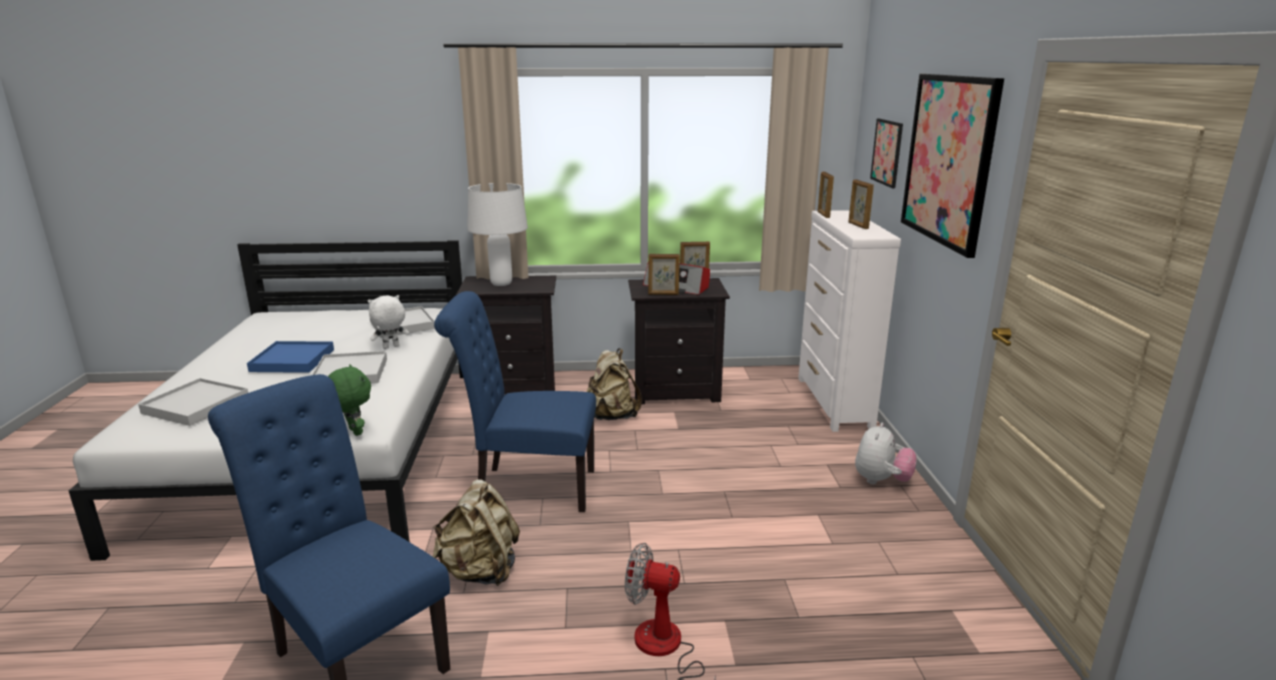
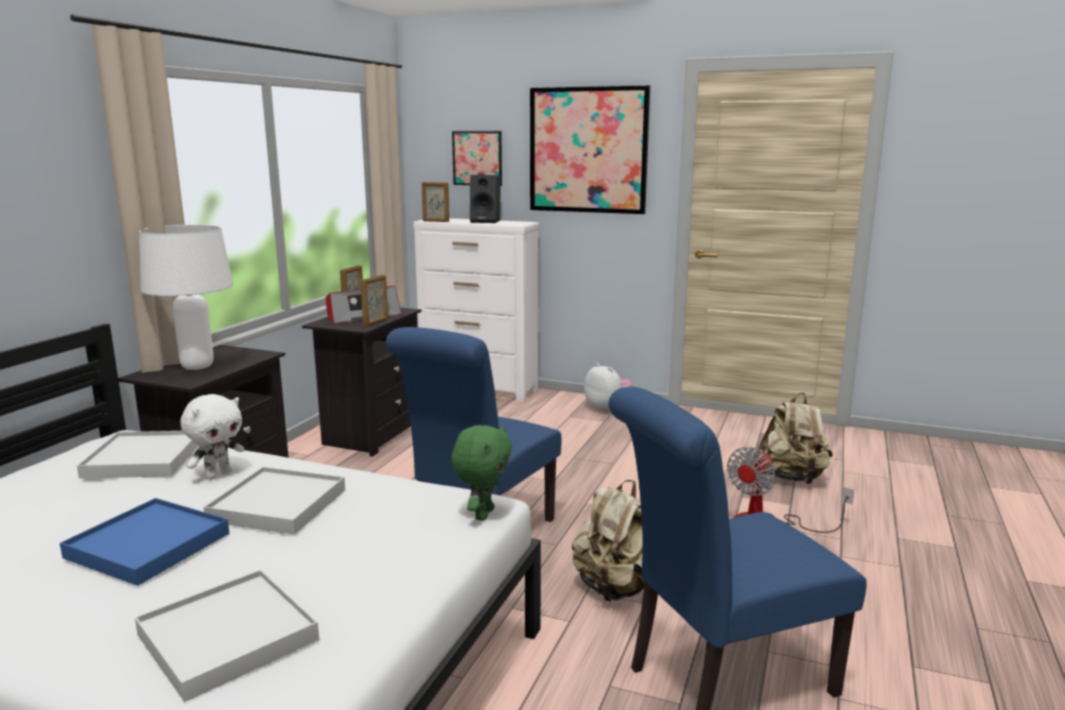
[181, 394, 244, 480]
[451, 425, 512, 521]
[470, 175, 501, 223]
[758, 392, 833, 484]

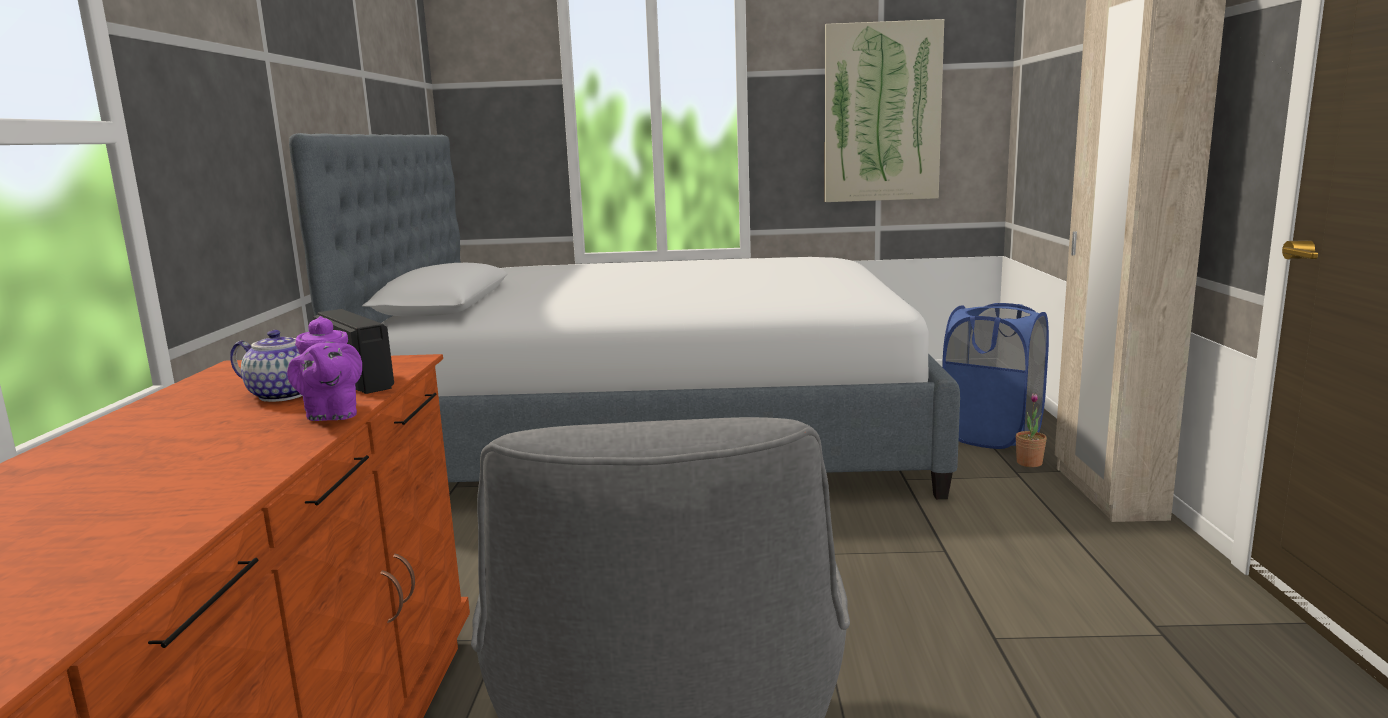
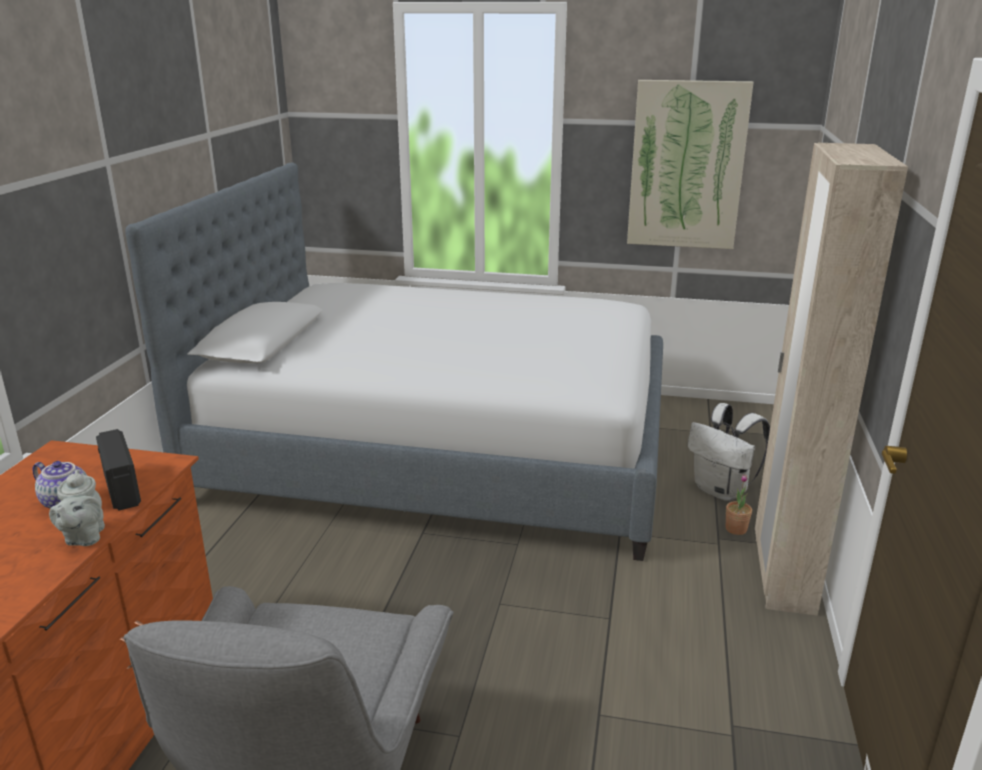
[49, 469, 105, 546]
[688, 403, 770, 501]

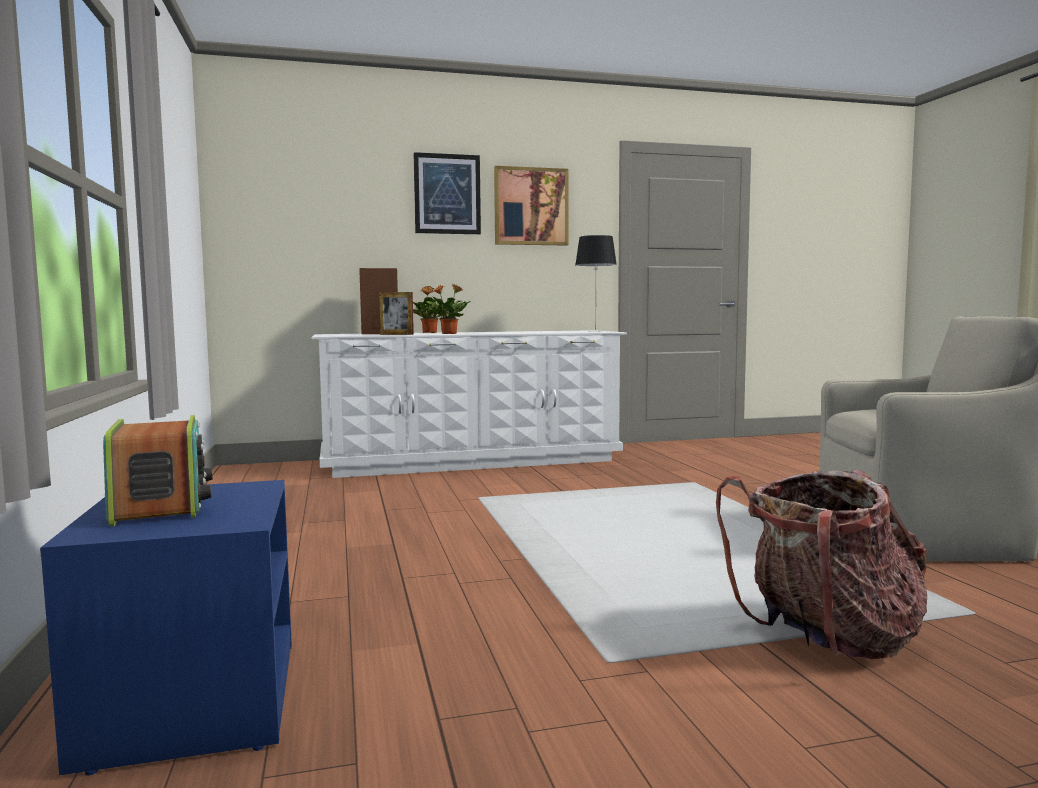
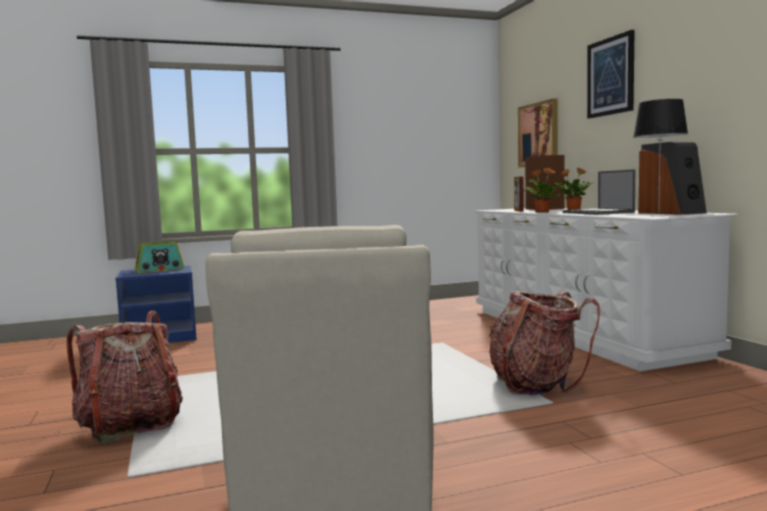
[489, 291, 600, 395]
[518, 98, 557, 168]
[563, 169, 635, 215]
[638, 142, 707, 215]

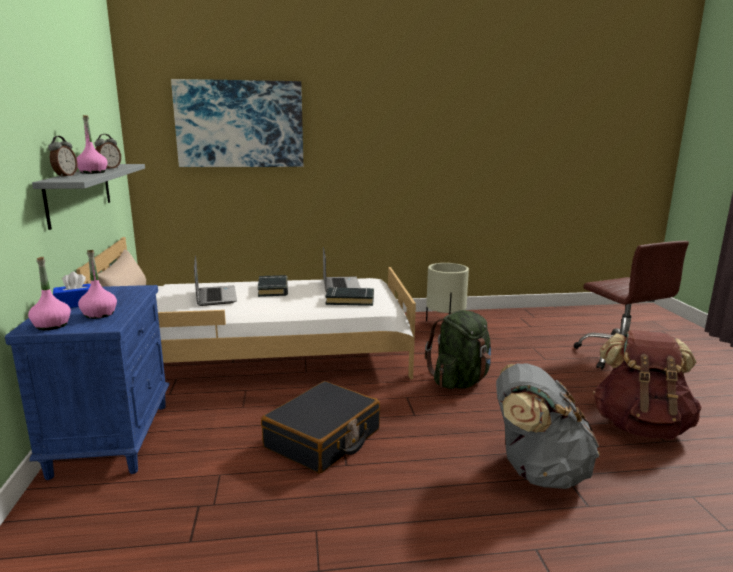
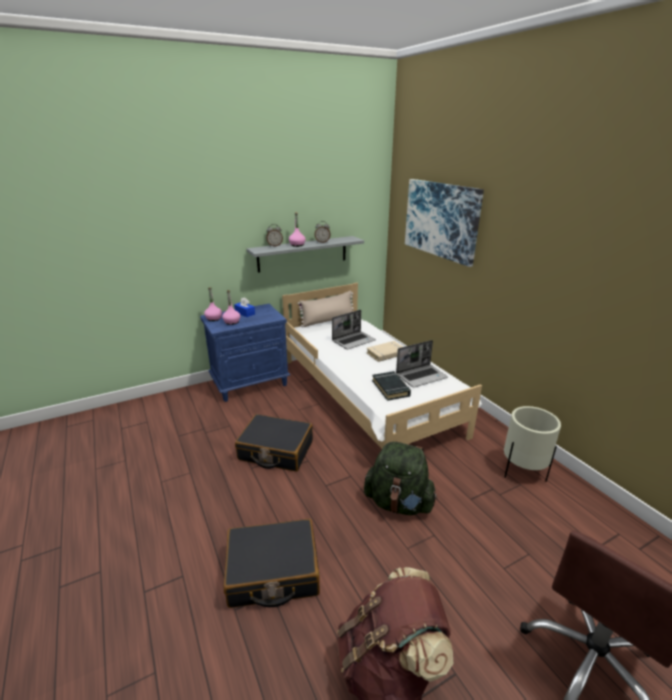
[224, 519, 320, 608]
[366, 341, 403, 362]

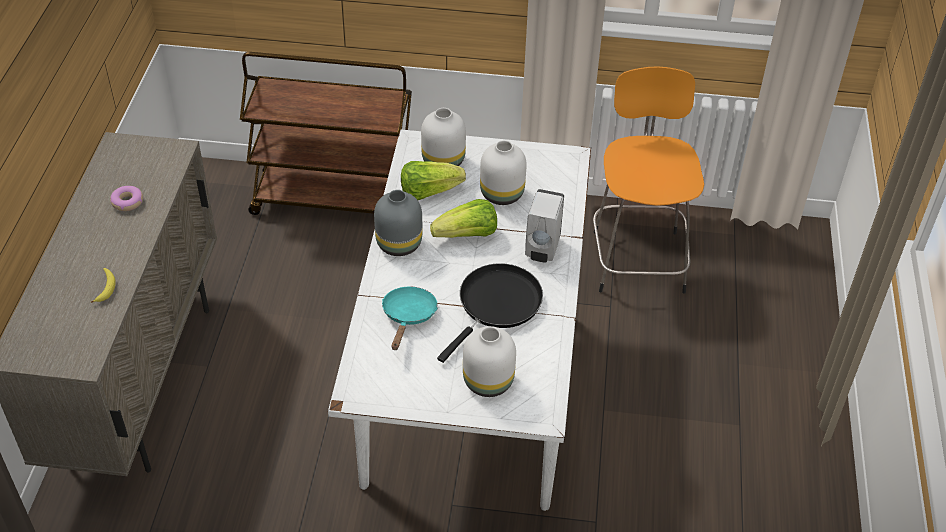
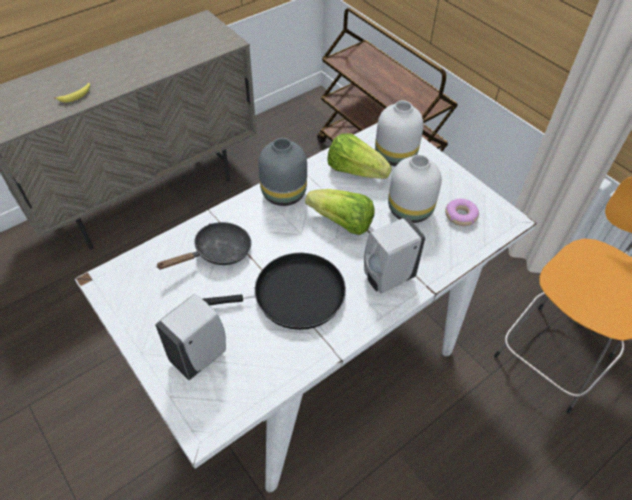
[155, 293, 226, 380]
[156, 222, 252, 269]
[445, 199, 479, 226]

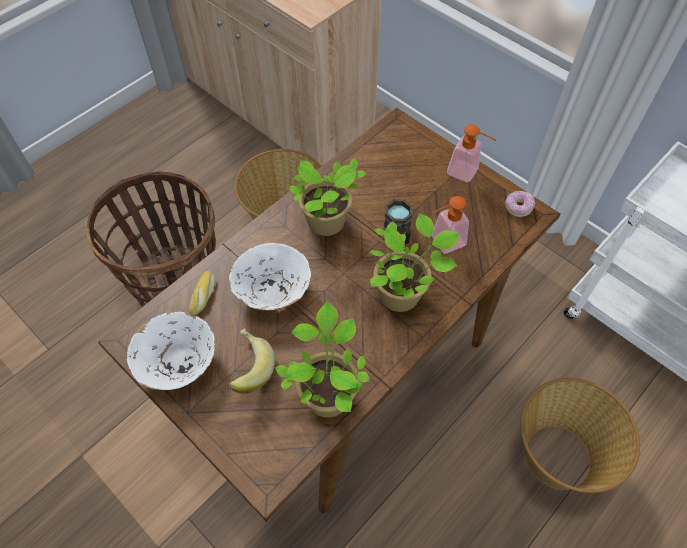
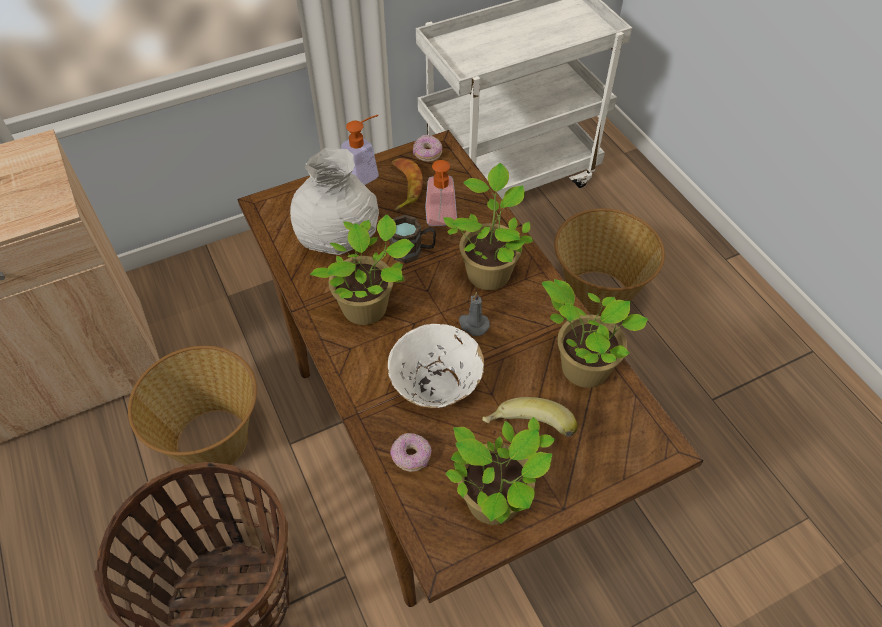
[290, 148, 379, 255]
[391, 433, 432, 472]
[392, 158, 423, 211]
[445, 417, 555, 525]
[459, 292, 490, 336]

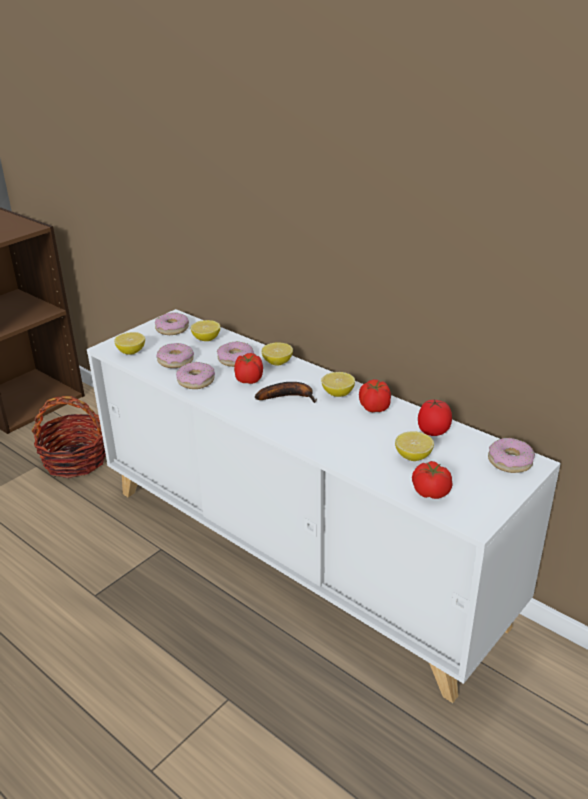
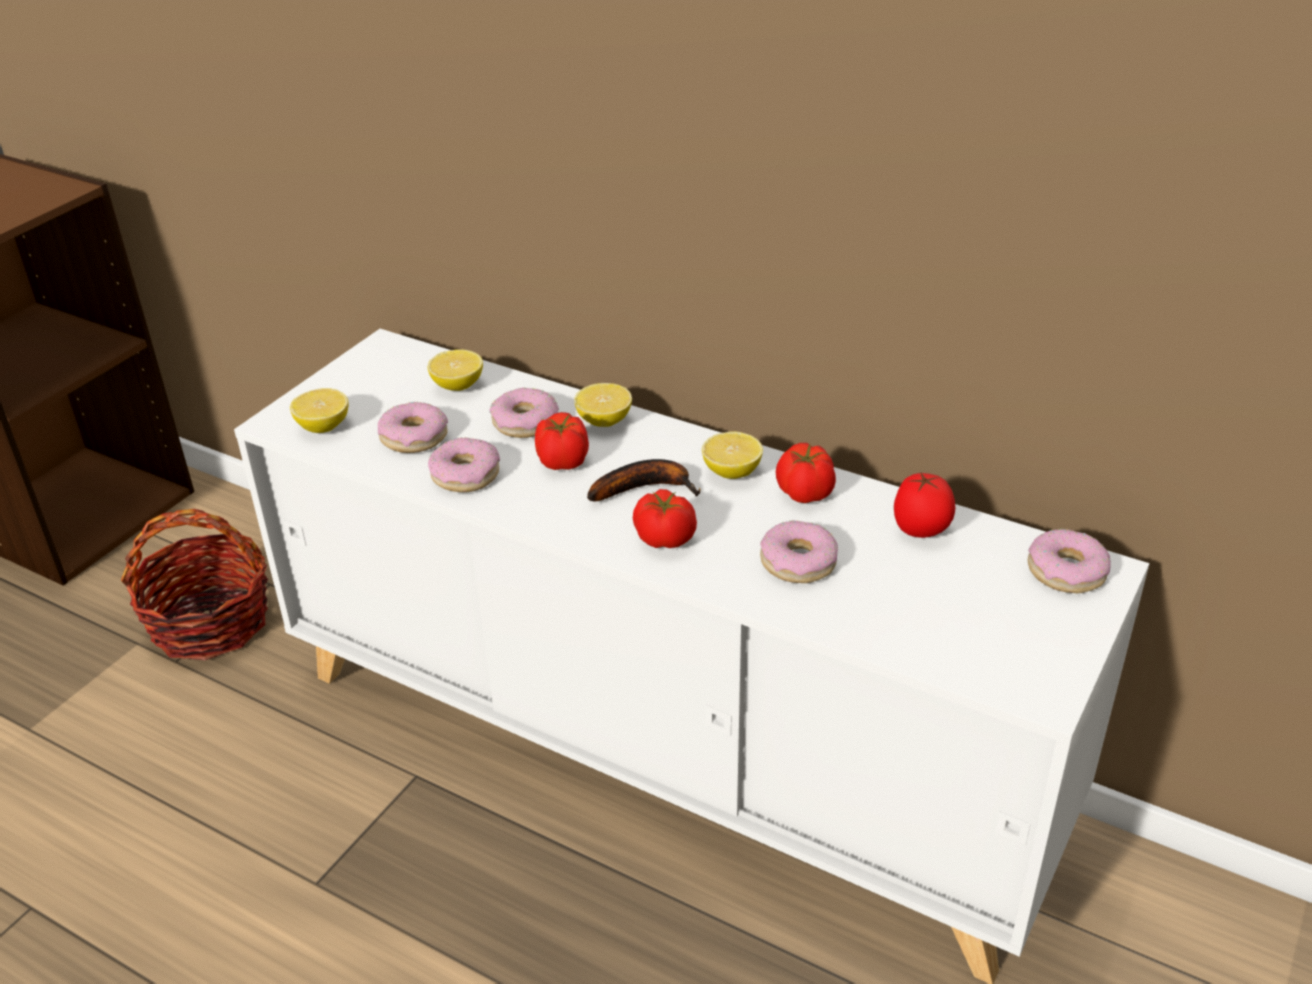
[633, 489, 697, 548]
[760, 520, 838, 583]
[395, 431, 434, 461] (first image)

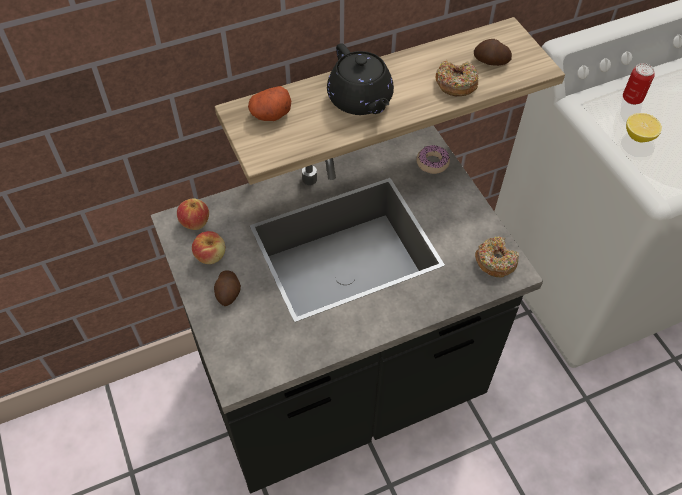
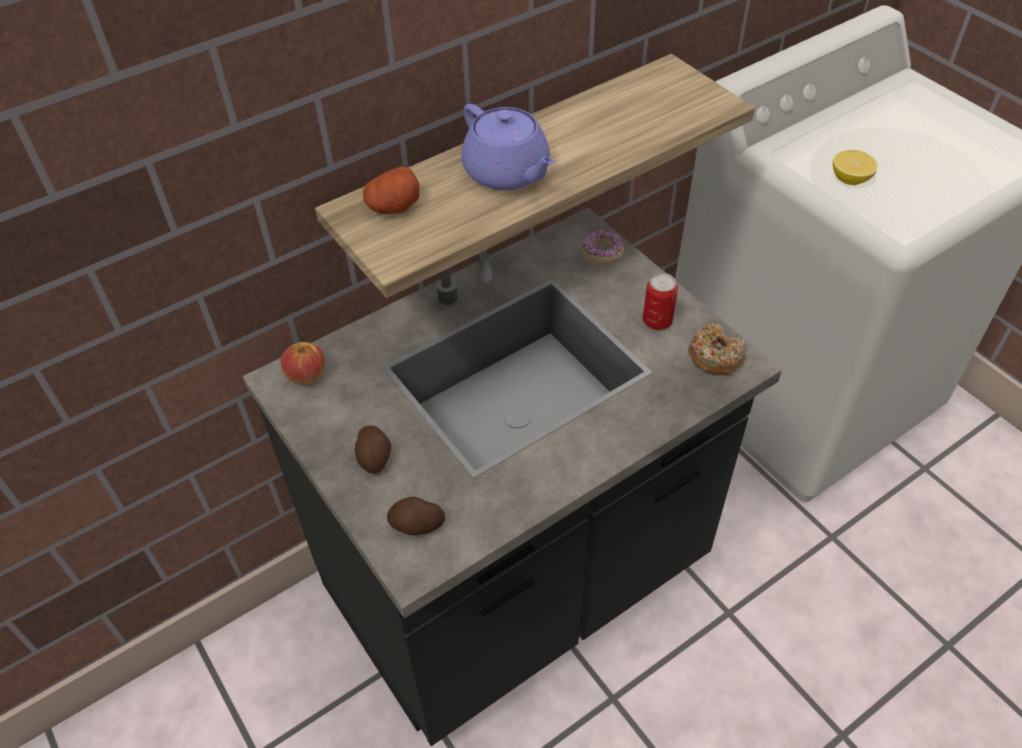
[387, 496, 445, 535]
[461, 104, 555, 190]
[643, 273, 678, 330]
[192, 231, 225, 264] (first image)
[435, 60, 478, 96] (first image)

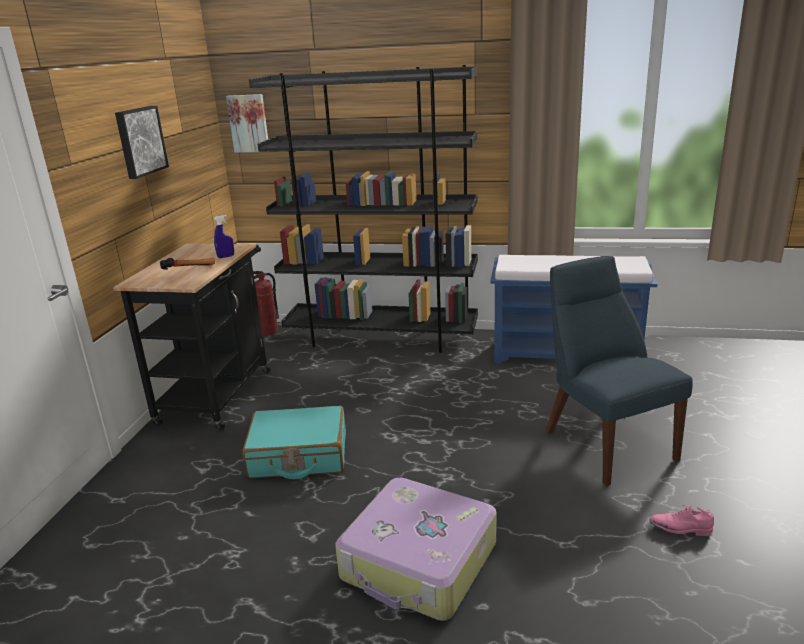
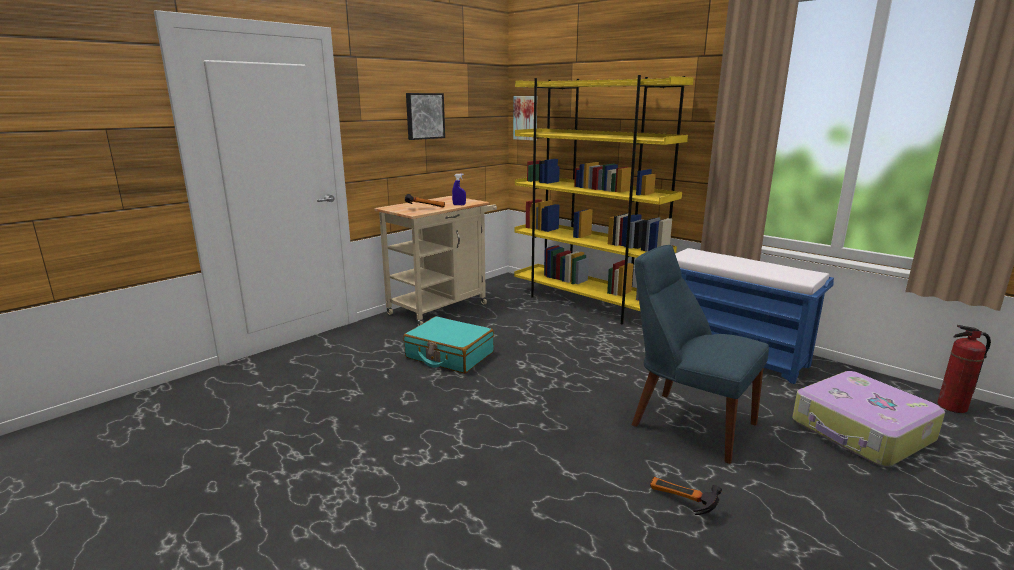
[374, 196, 497, 326]
[514, 75, 694, 324]
[632, 245, 769, 464]
[650, 477, 722, 515]
[792, 371, 945, 467]
[937, 325, 991, 413]

